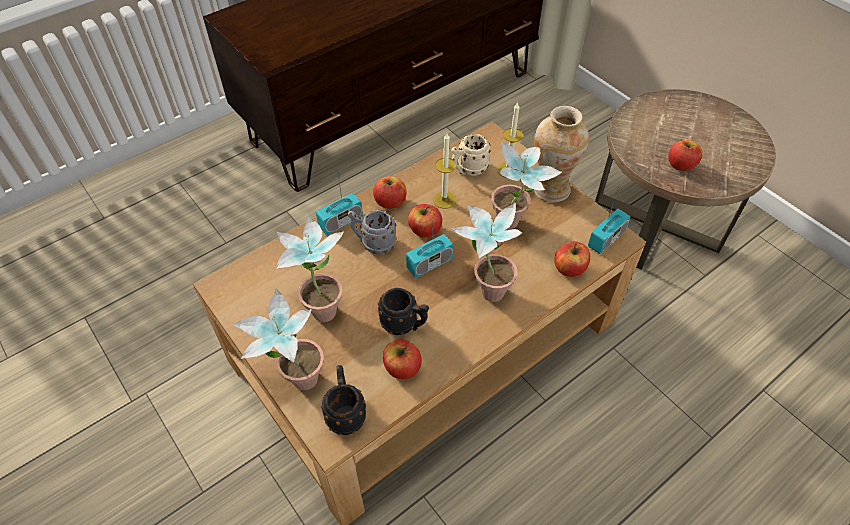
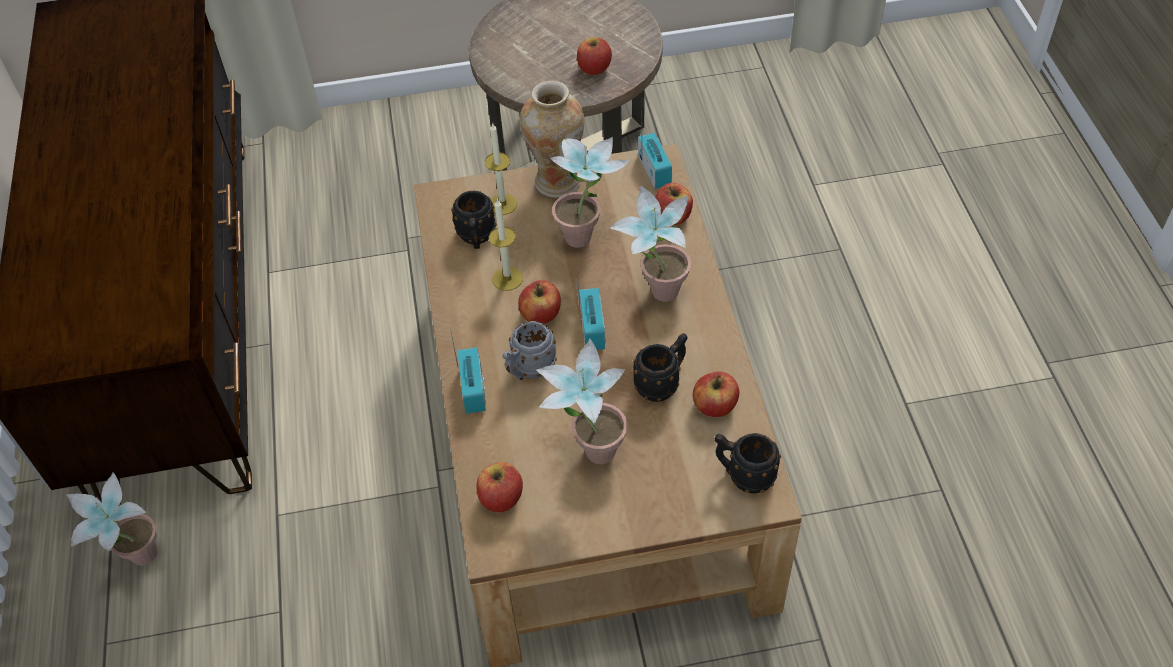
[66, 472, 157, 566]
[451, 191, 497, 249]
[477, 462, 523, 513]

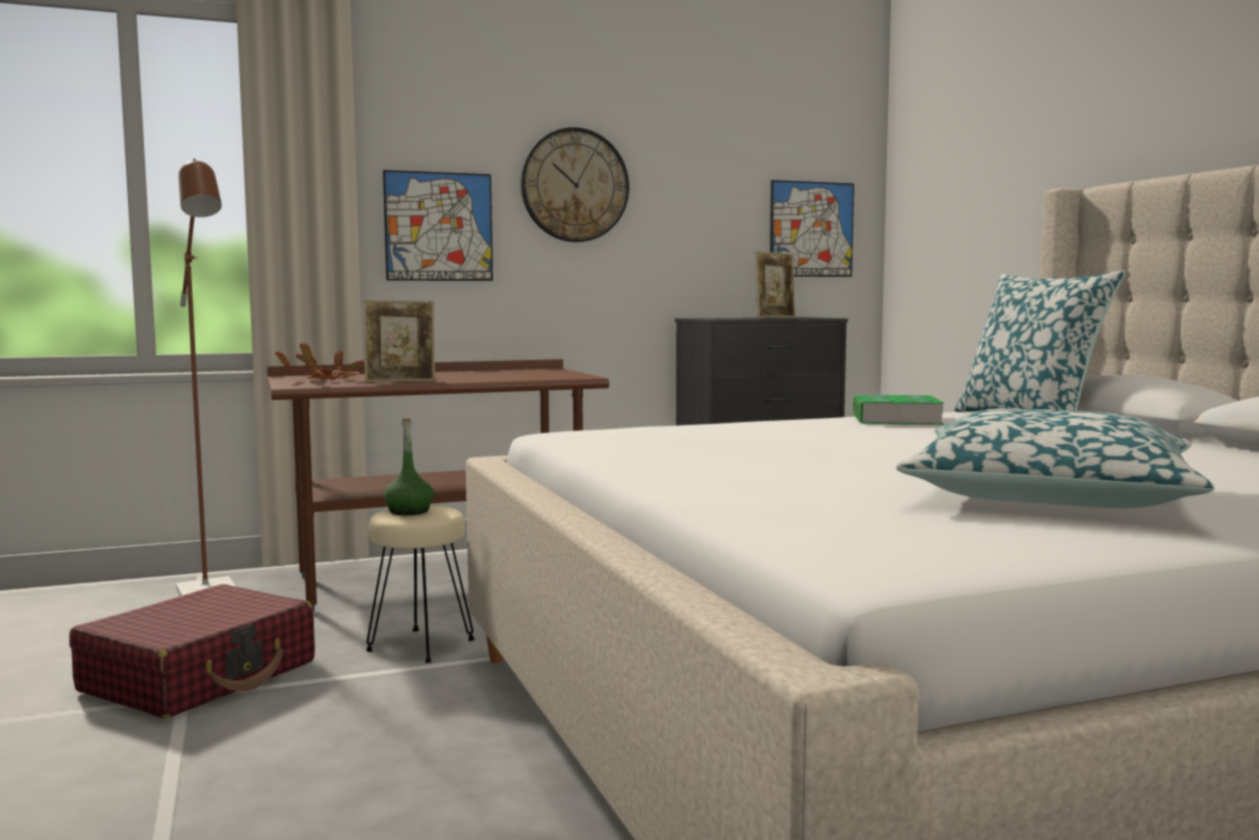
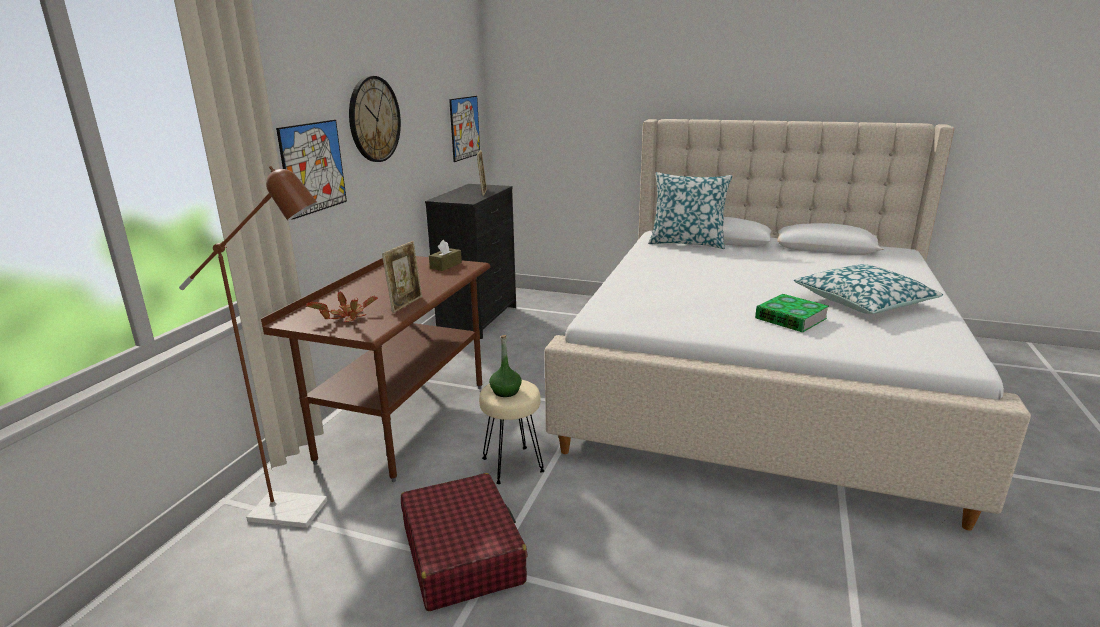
[429, 240, 462, 271]
[755, 294, 829, 332]

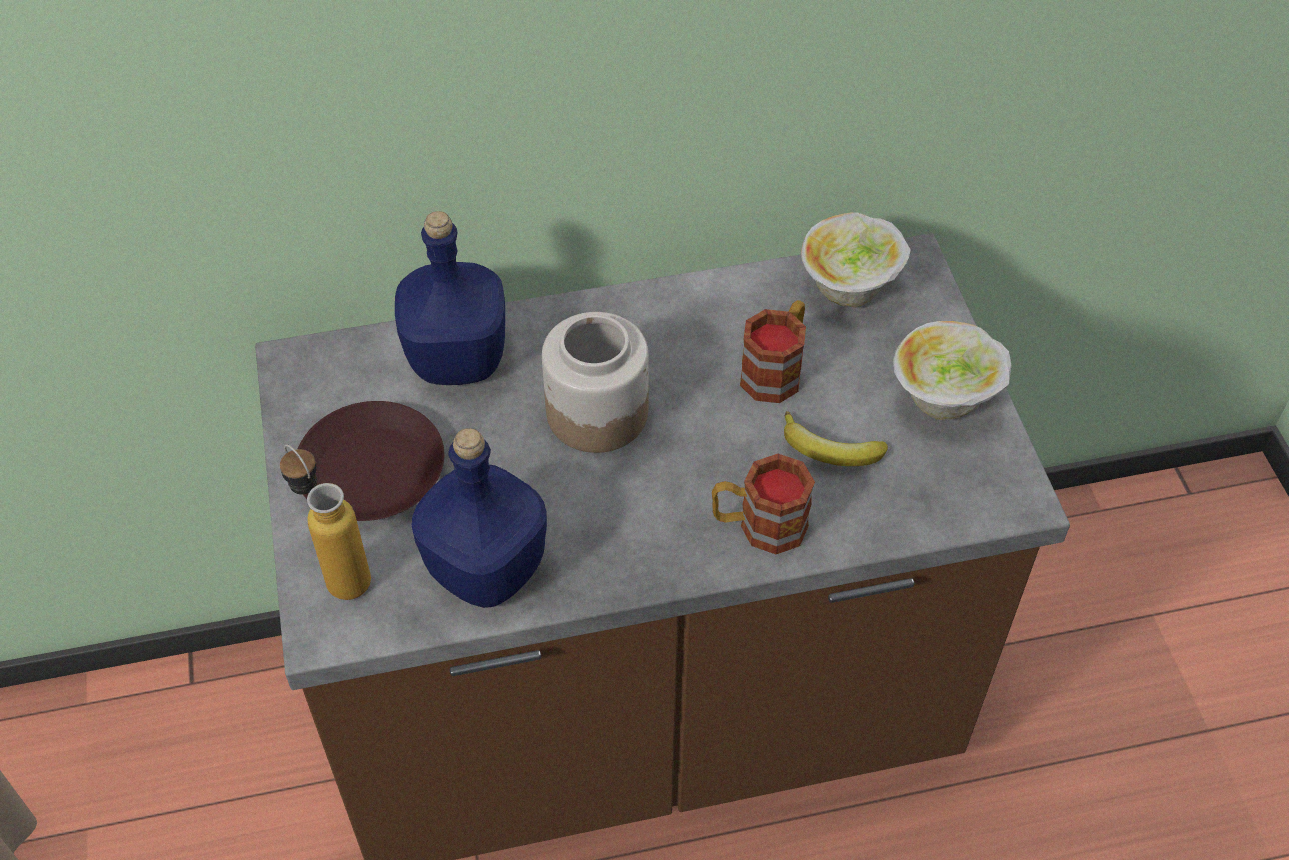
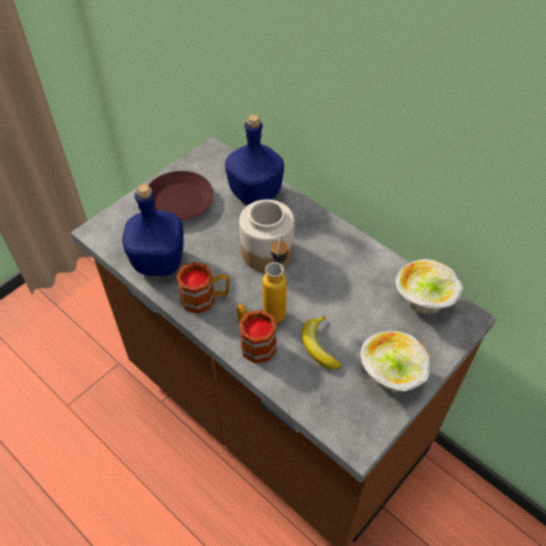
[176, 262, 230, 314]
[262, 237, 288, 324]

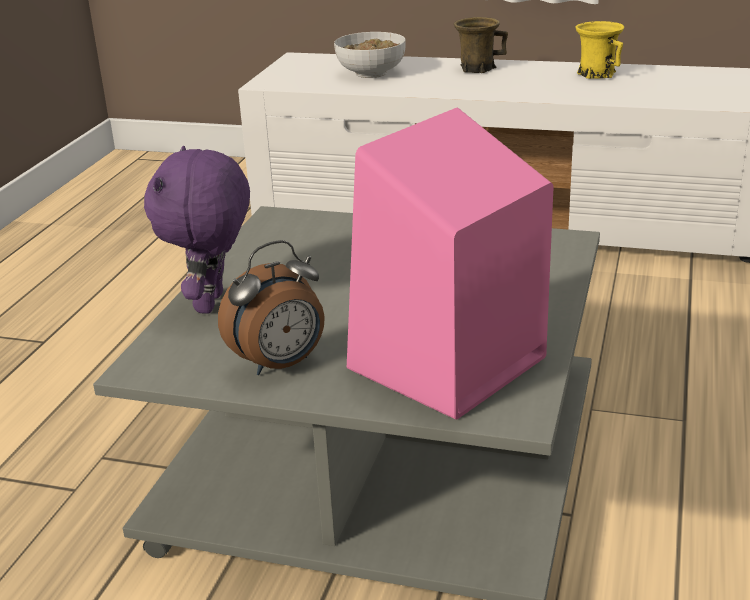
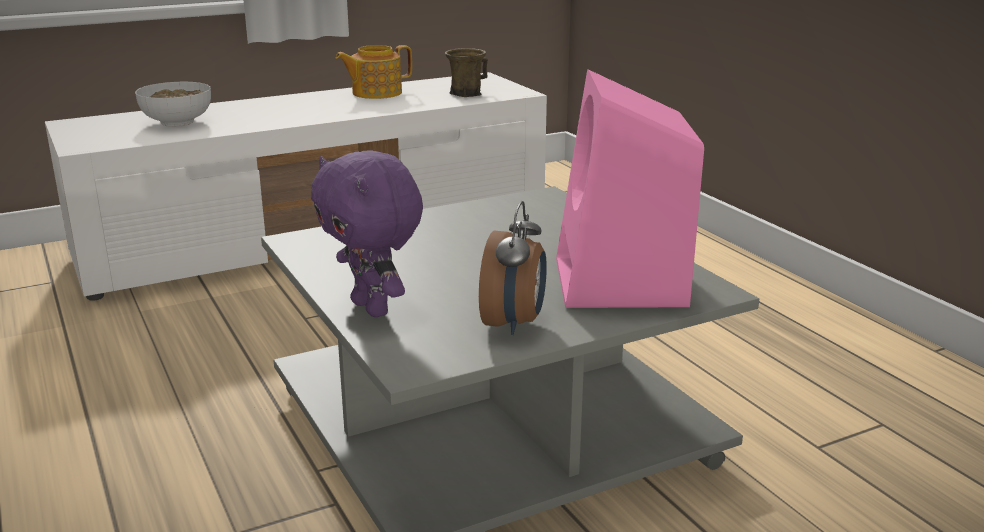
[336, 45, 412, 99]
[445, 48, 488, 97]

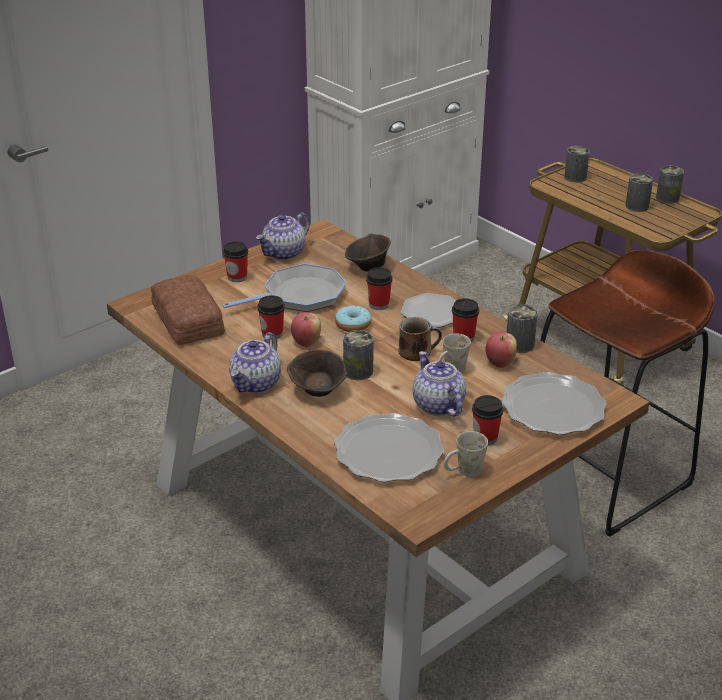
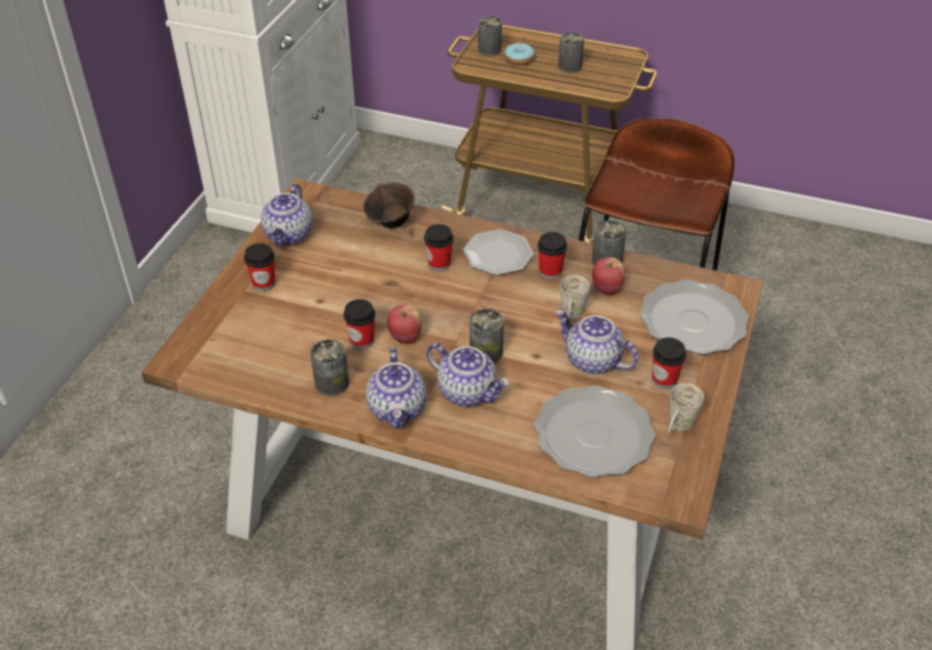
[310, 339, 349, 396]
[426, 343, 509, 407]
[504, 43, 535, 66]
[151, 275, 225, 346] (first image)
[222, 263, 347, 312] (first image)
[399, 317, 442, 361] (first image)

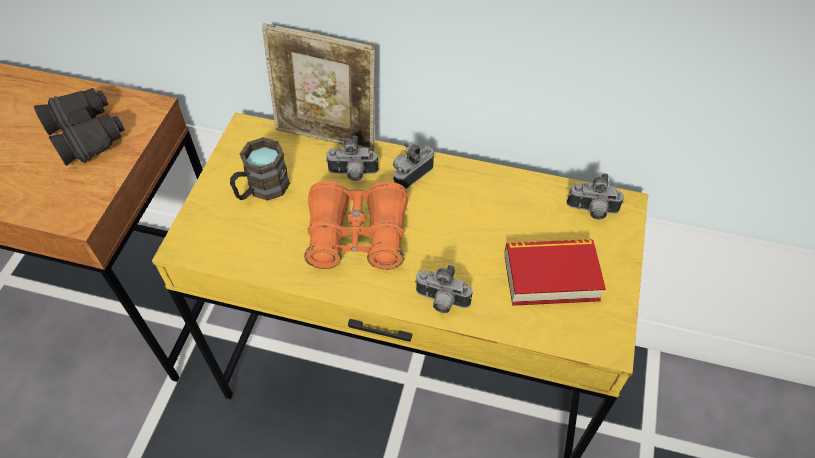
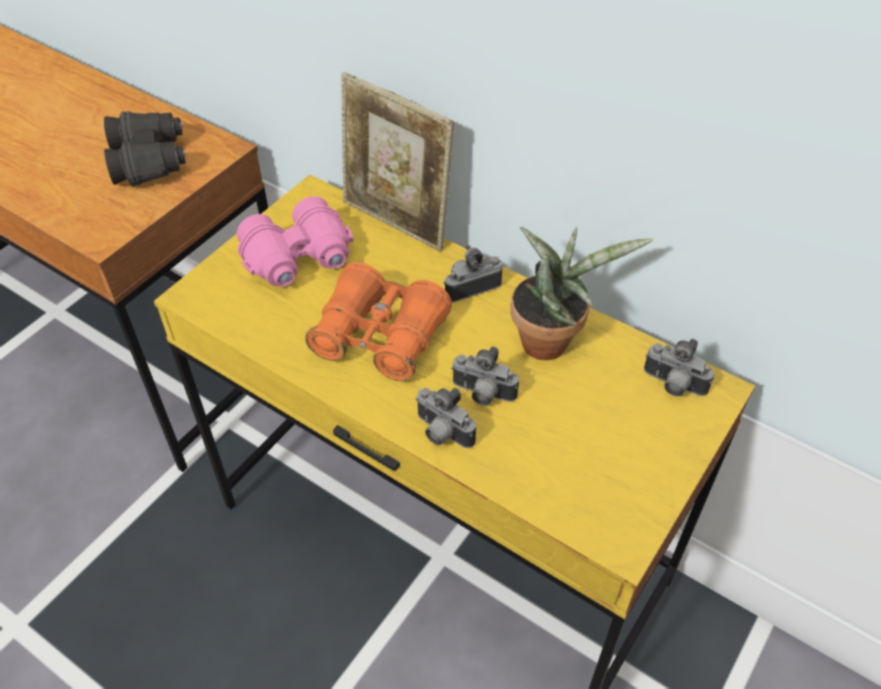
[237, 196, 353, 287]
[451, 346, 519, 406]
[511, 227, 654, 360]
[505, 239, 606, 306] (first image)

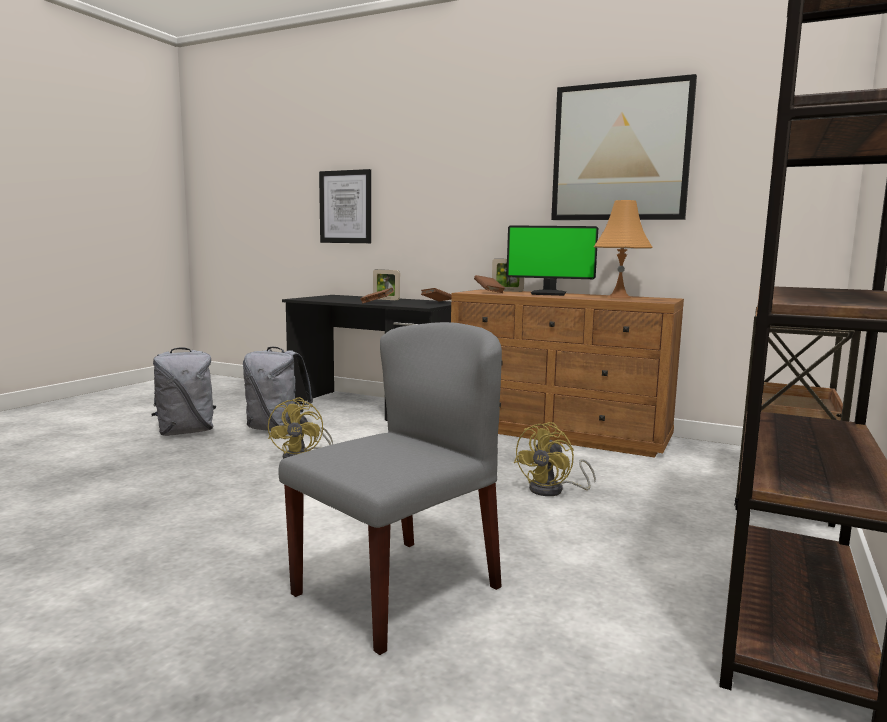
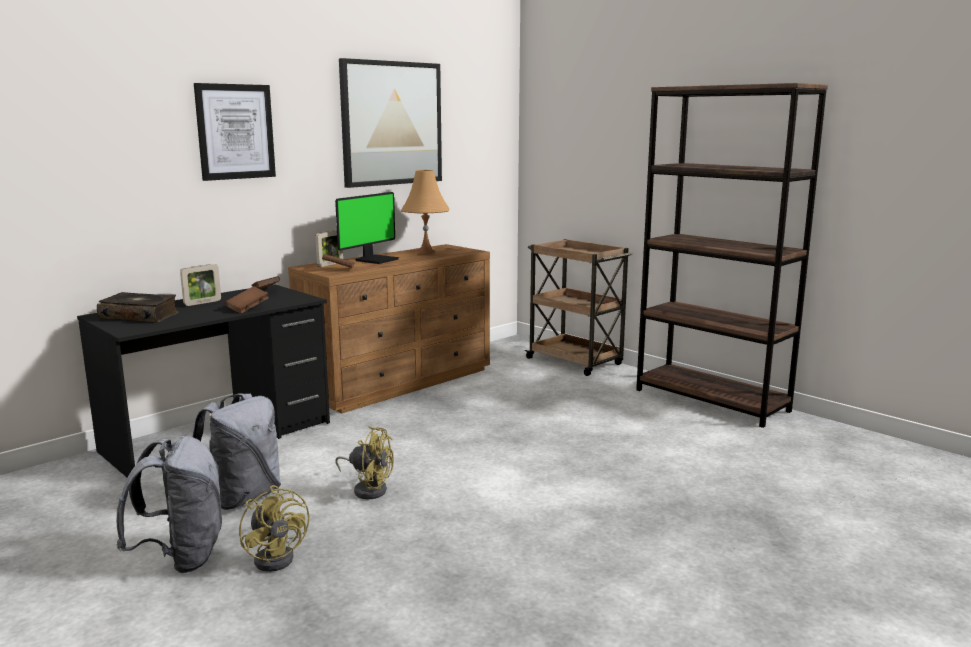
[97, 292, 179, 323]
[194, 83, 276, 181]
[239, 485, 309, 572]
[279, 322, 502, 655] (first image)

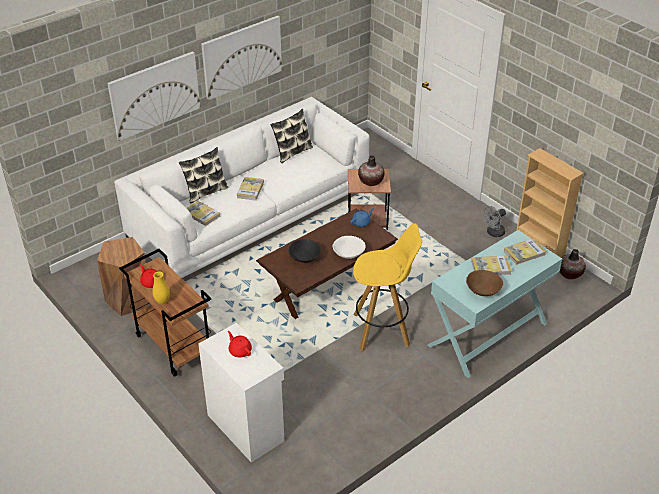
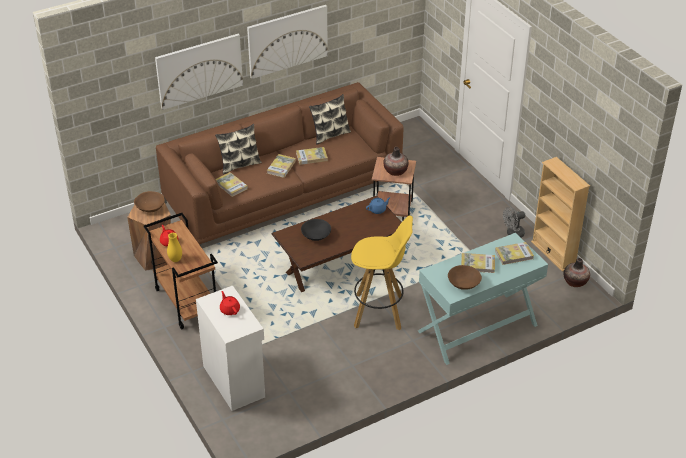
[134, 191, 165, 212]
[156, 82, 403, 246]
[296, 147, 328, 165]
[333, 236, 366, 259] (first image)

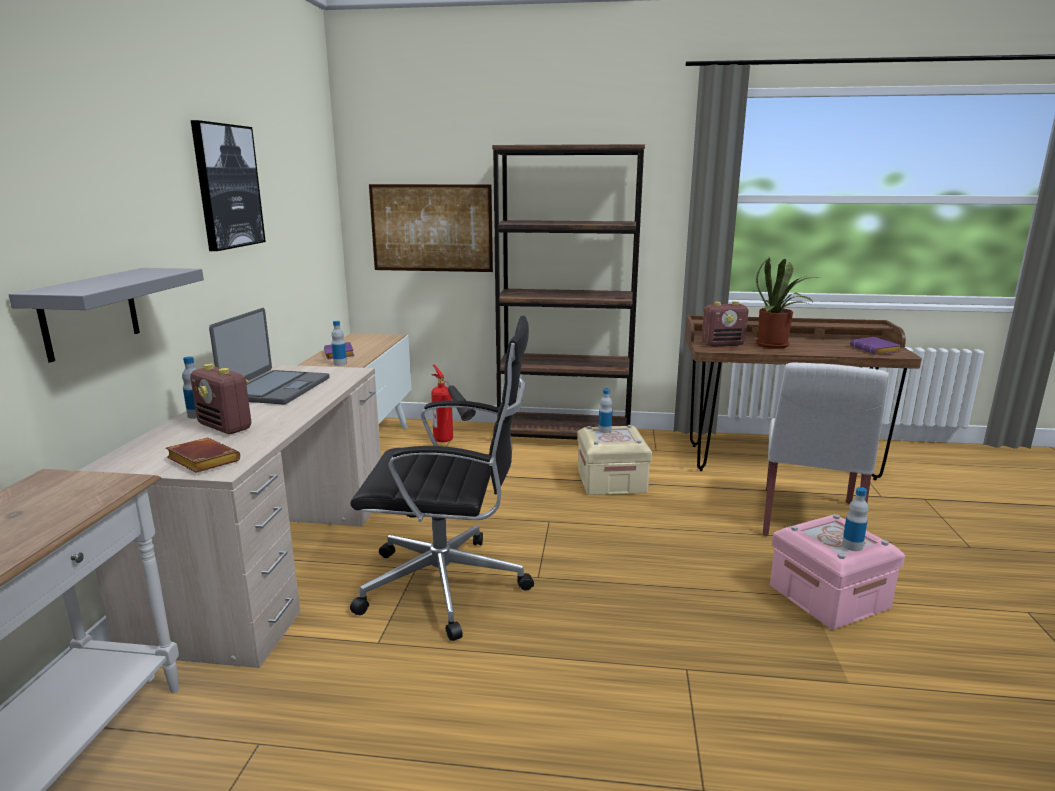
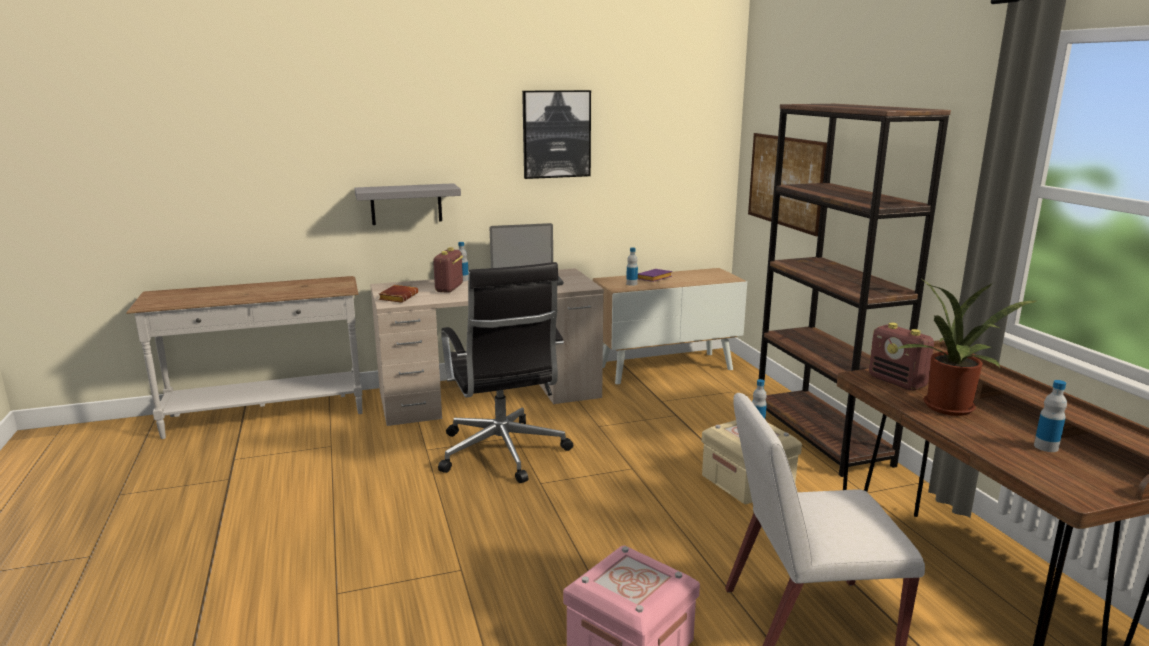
[1034, 380, 1067, 452]
[431, 364, 476, 442] (first image)
[850, 337, 901, 355] (first image)

